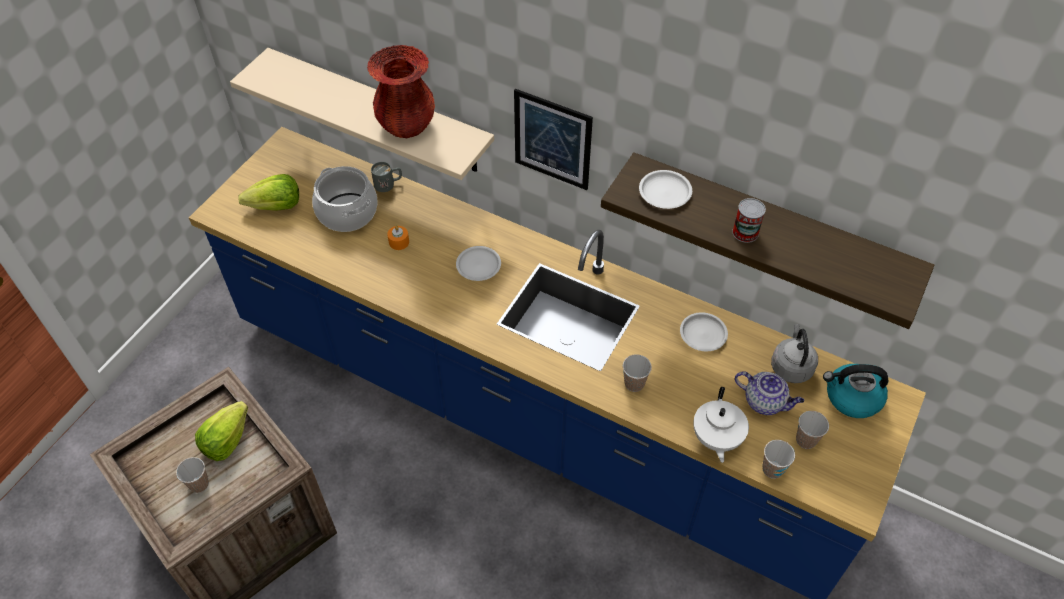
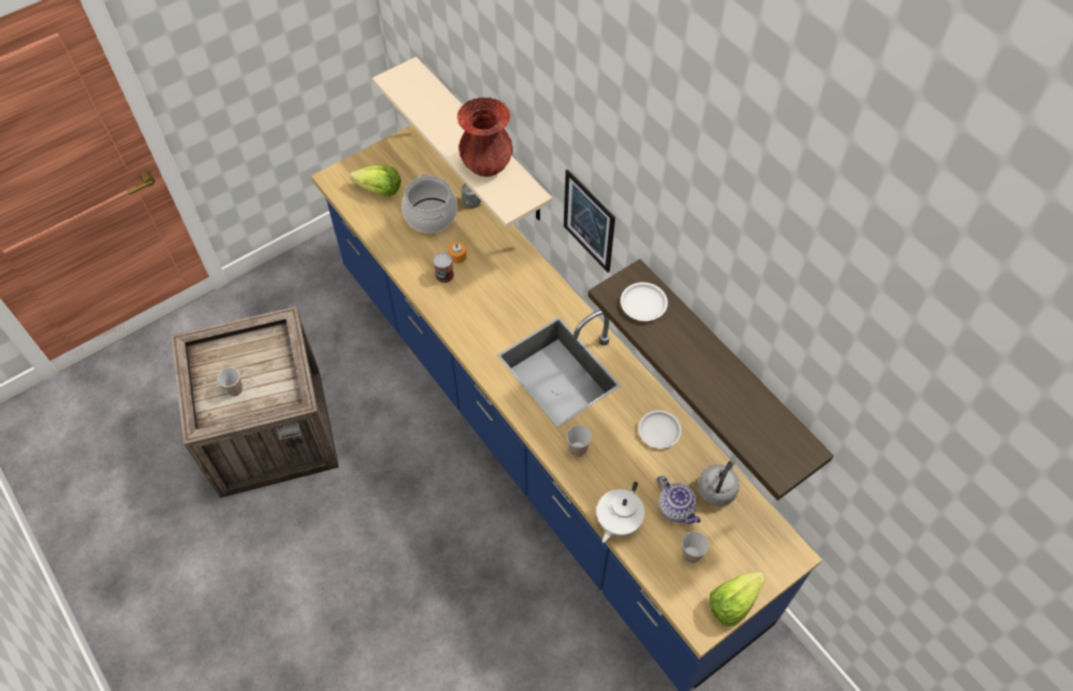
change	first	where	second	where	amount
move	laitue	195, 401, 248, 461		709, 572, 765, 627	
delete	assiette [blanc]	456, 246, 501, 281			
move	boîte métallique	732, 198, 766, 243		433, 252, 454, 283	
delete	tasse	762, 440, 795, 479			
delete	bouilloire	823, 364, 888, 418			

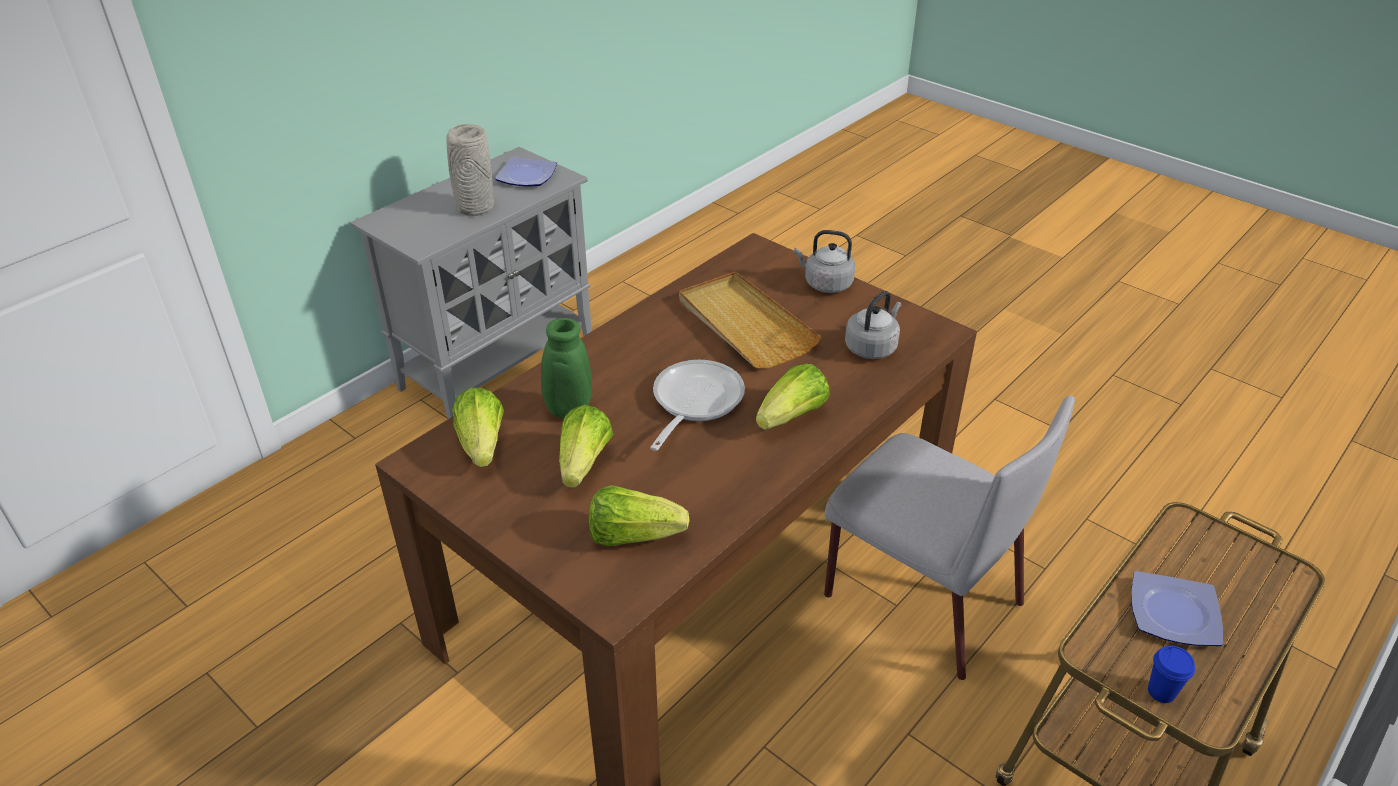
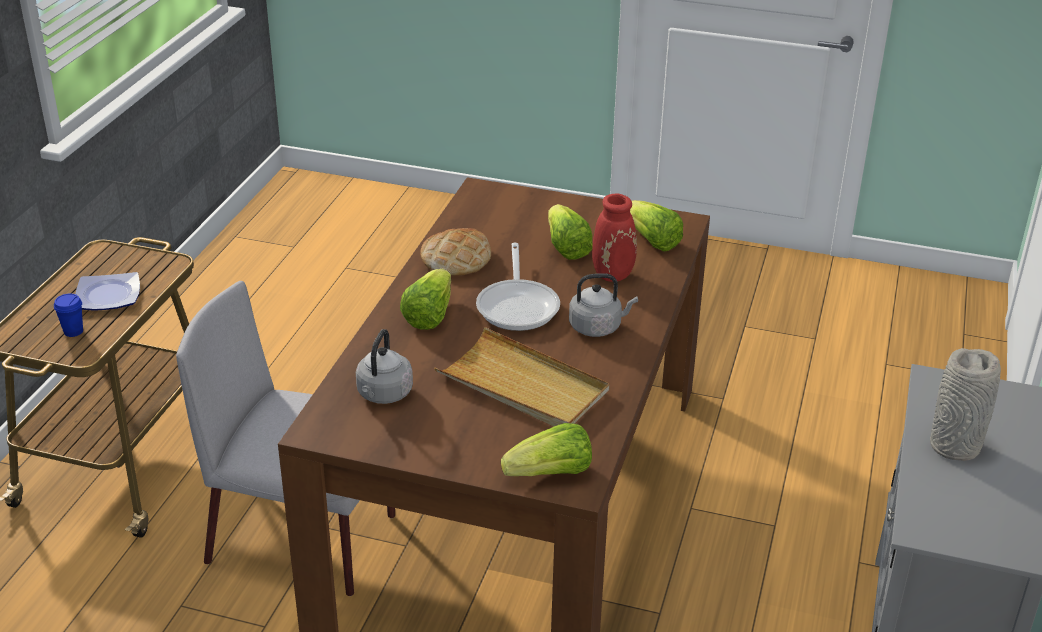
change	first	where	second	where	amount
delete	assiette	495, 157, 557, 187			
recolor	vase [vert]	504, 318, 592, 419	vase [rouge]	592, 193, 637, 282	
move	laitue	589, 485, 690, 547		501, 423, 592, 476	
move	bouilloire [gris]	794, 230, 855, 293		569, 273, 638, 337	
move	tasse [bleu]	1148, 645, 1195, 703		54, 294, 83, 337	
insert			pain	420, 228, 491, 276	

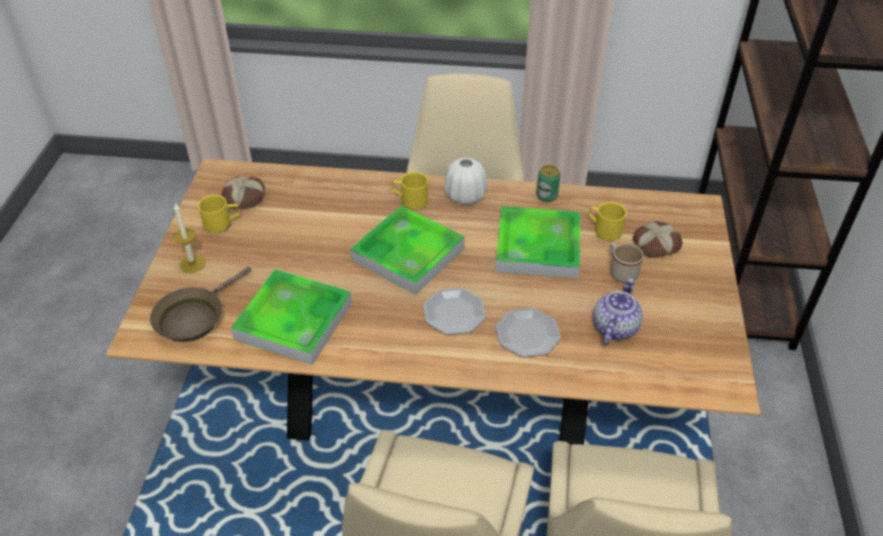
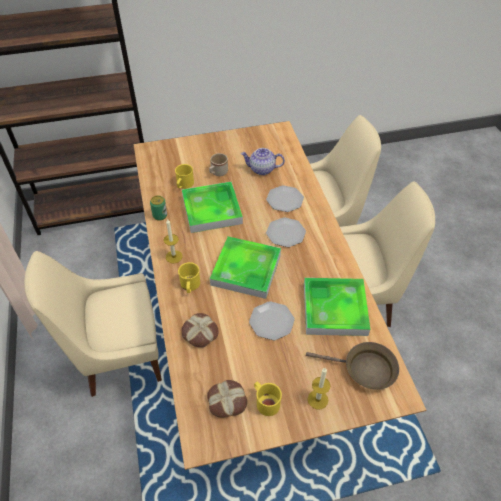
change	first	where	second	where	amount
replace	vase [blanc]	445, 158, 488, 204	bougie	164, 219, 183, 263	
move	pain	633, 221, 682, 258		182, 313, 219, 348	
insert			assiette	249, 301, 295, 340	

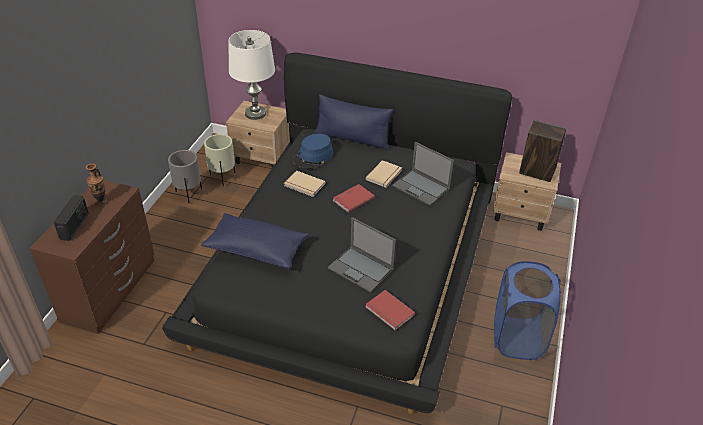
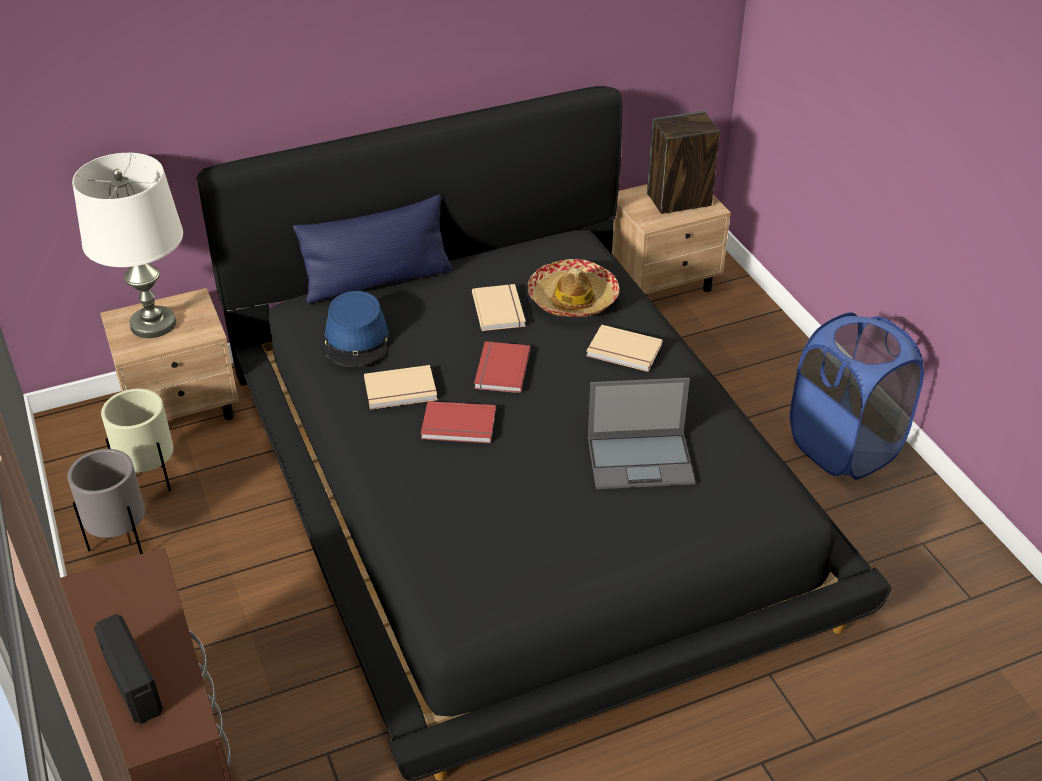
change	first	where	second	where	amount
delete	vase	85, 163, 108, 205			
delete	coussin [bleu]	201, 213, 308, 269			
move	livre [rouge]	365, 290, 415, 330		421, 401, 496, 443	
replace	ordinateur portable	392, 142, 454, 206	chapeau	528, 259, 619, 317	
insert			livre [beige]	586, 325, 663, 372	

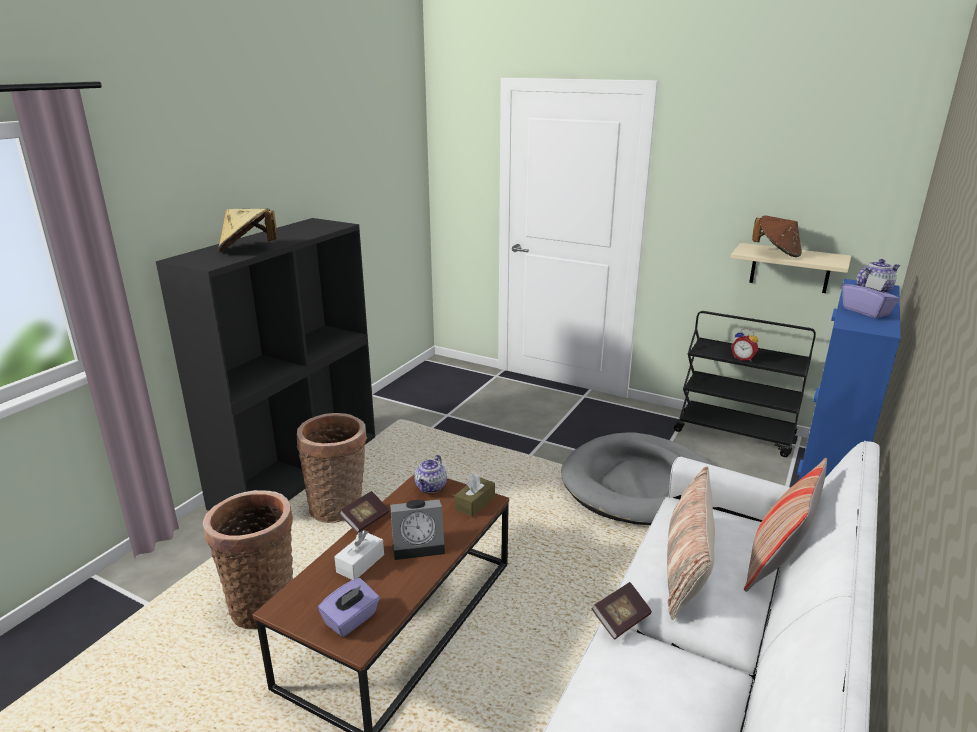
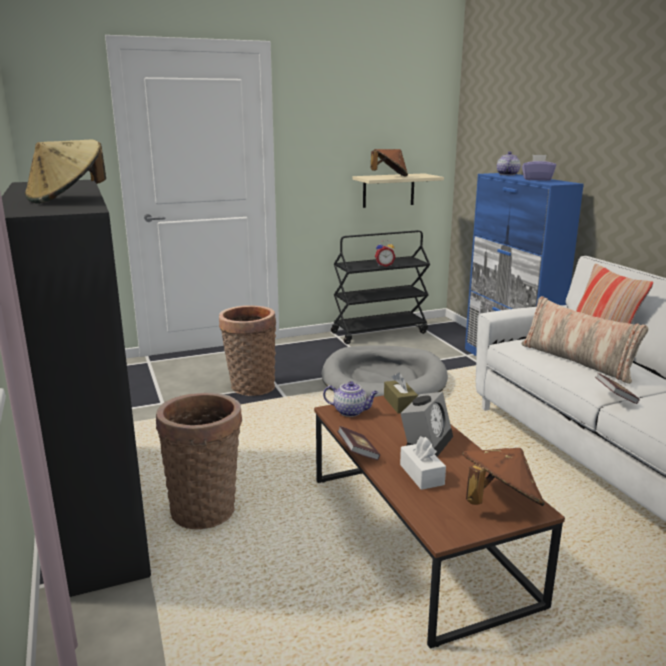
change	first	where	second	where	amount
move	panier	203, 490, 293, 629		219, 305, 276, 396	
replace	boîte à mouchoirs [violet]	318, 578, 380, 637	chapeau [marron]	462, 448, 545, 506	
rotate	théière	414, 455, 447, 493		323, 381, 378, 417	45 degrees counterclockwise

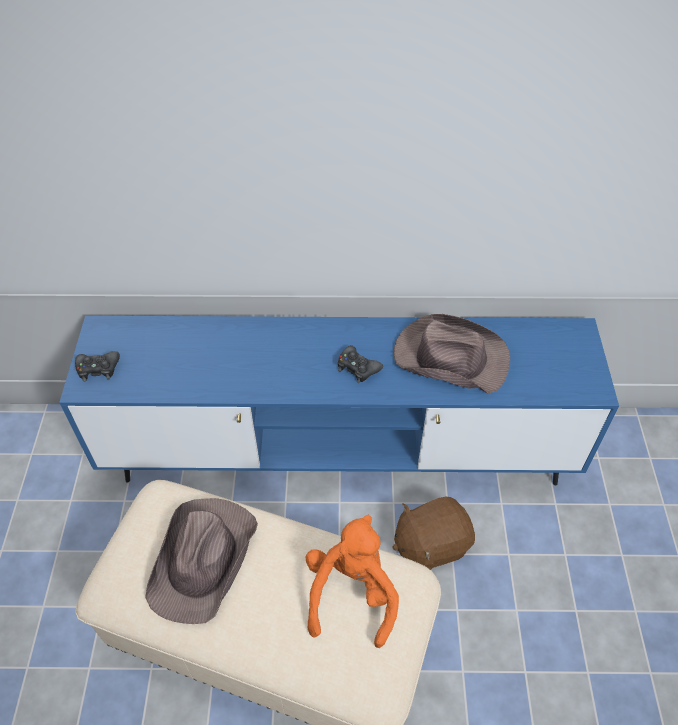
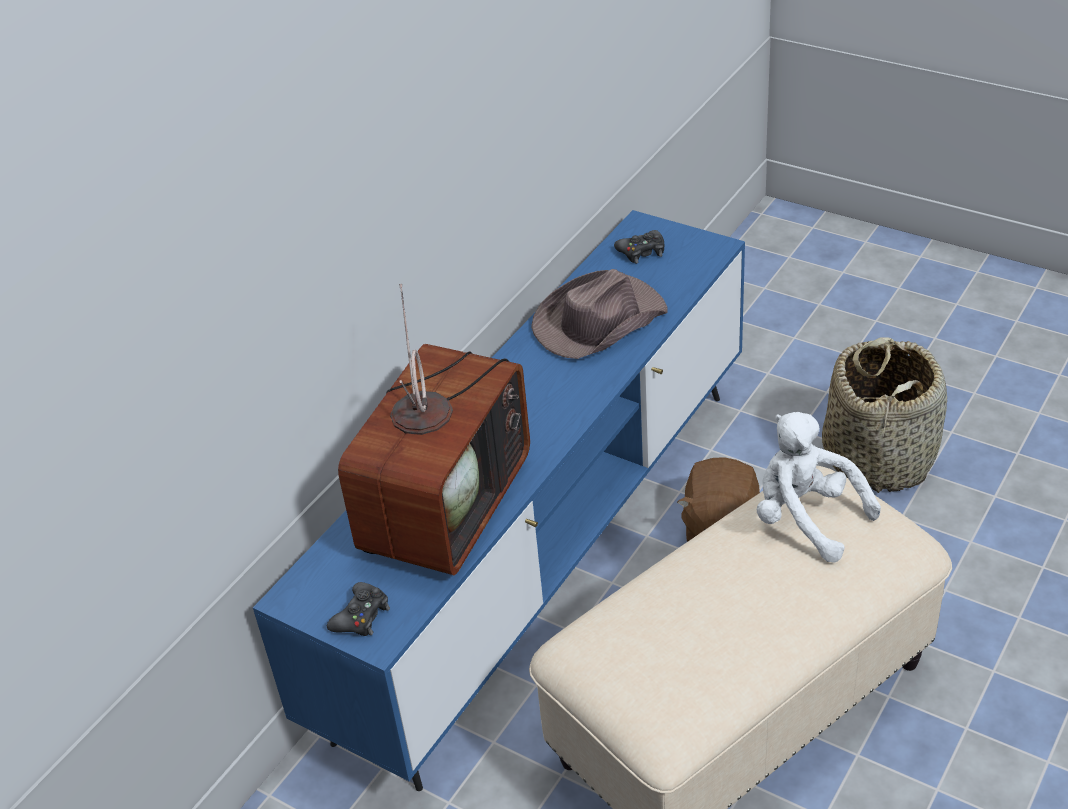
change	first	where	second	where	amount
delete	chapeau [marron]	145, 498, 258, 624			
recolor	peluche [orange]	306, 515, 399, 648	peluche [blanc]	757, 412, 881, 563	
move	manette [noir]	338, 345, 383, 383		614, 230, 664, 264	
insert			téléviseur	338, 284, 530, 575	
insert			panier	822, 337, 947, 493	

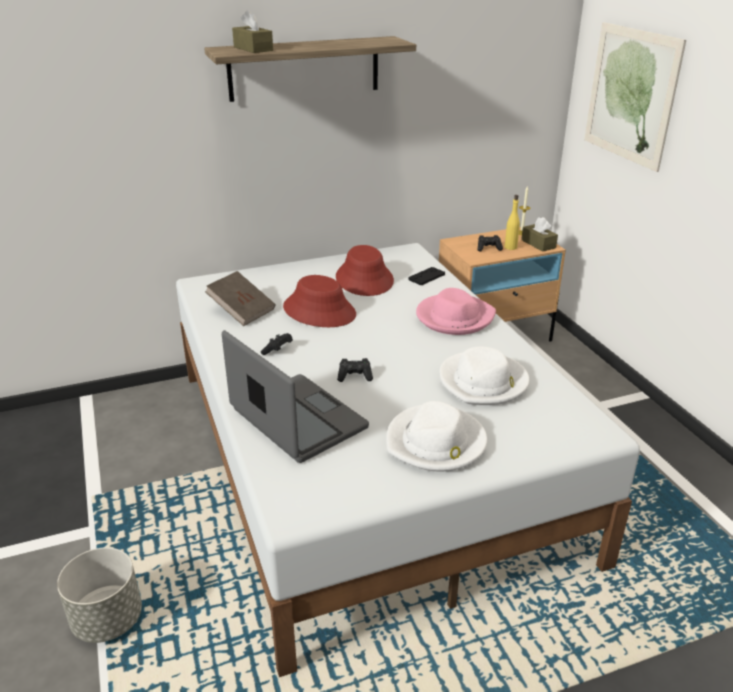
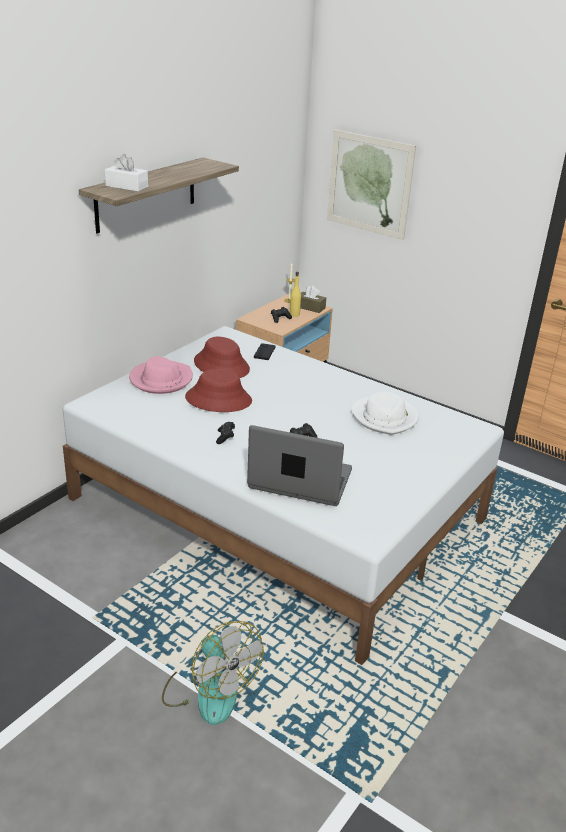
change	first	where	second	where	amount
replace	cache-pot [gris]	57, 548, 142, 643	ventilateur	162, 621, 264, 725	
delete	livre [marron]	205, 271, 275, 326			
recolor	boîte à mouchoirs [marron]	232, 10, 273, 53	boîte à mouchoirs [blanc]	105, 154, 148, 192	
delete	chapeau [blanc]	386, 401, 488, 472			
move	chapeau [rose]	416, 288, 496, 335		129, 356, 193, 394	

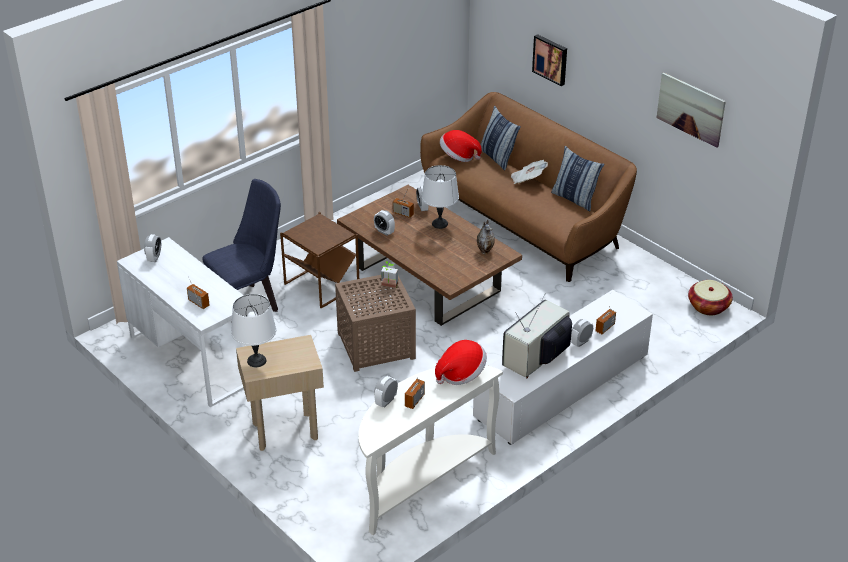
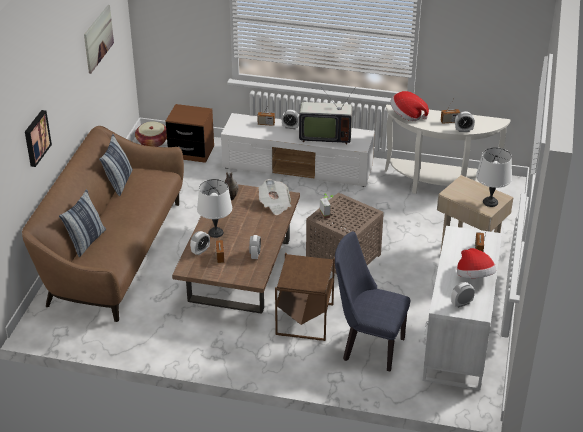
change	first	where	second	where	amount
move	chapeau	440, 130, 482, 162		457, 248, 496, 278	
move	journal	511, 160, 548, 184		258, 179, 291, 215	
insert			table de chevet [marron]	166, 104, 214, 163	

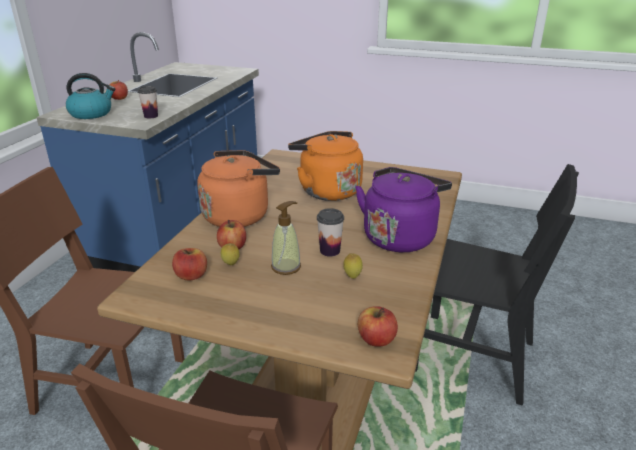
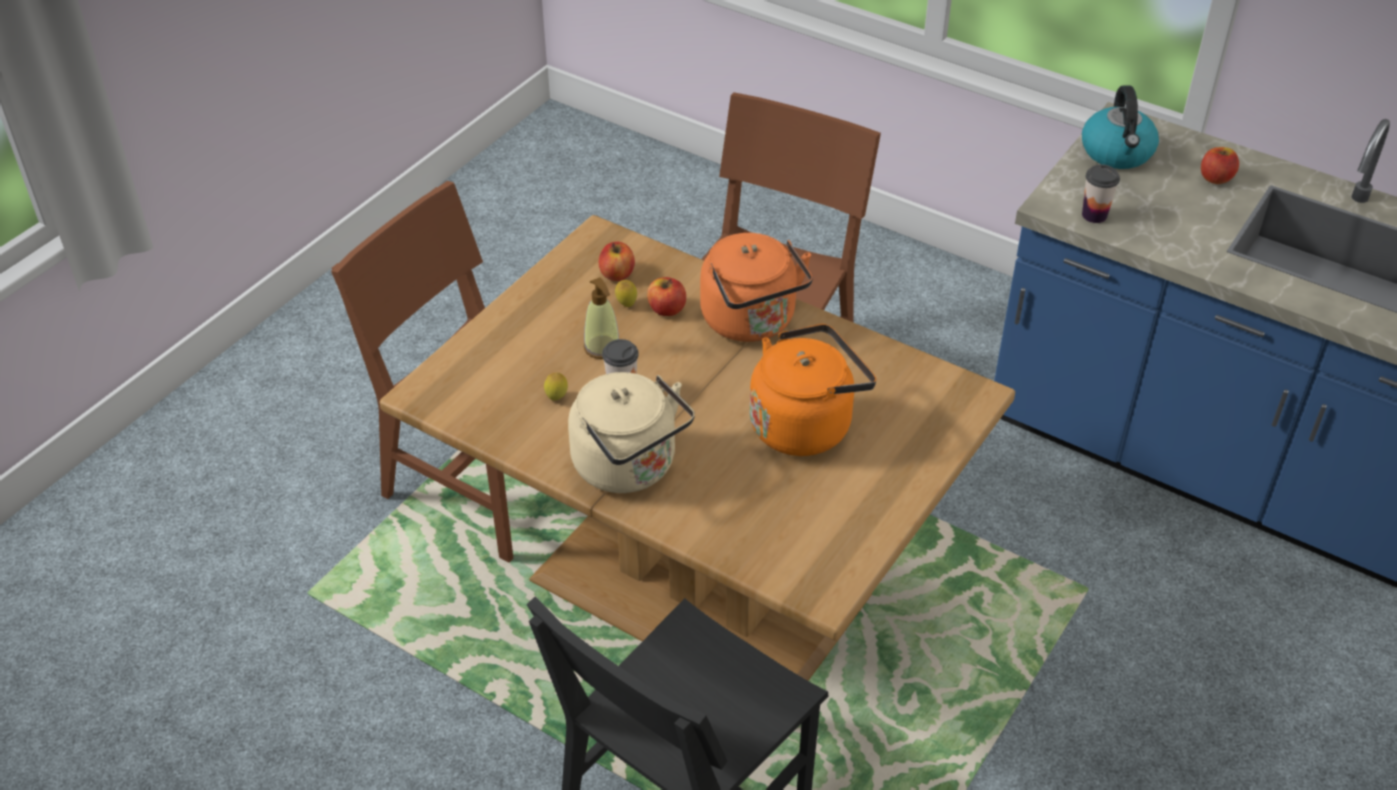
change	first	where	second	where	amount
recolor	bouilloire [violet]	355, 167, 452, 252	bouilloire [beige]	568, 372, 695, 493	
delete	pomme	358, 306, 398, 347			

